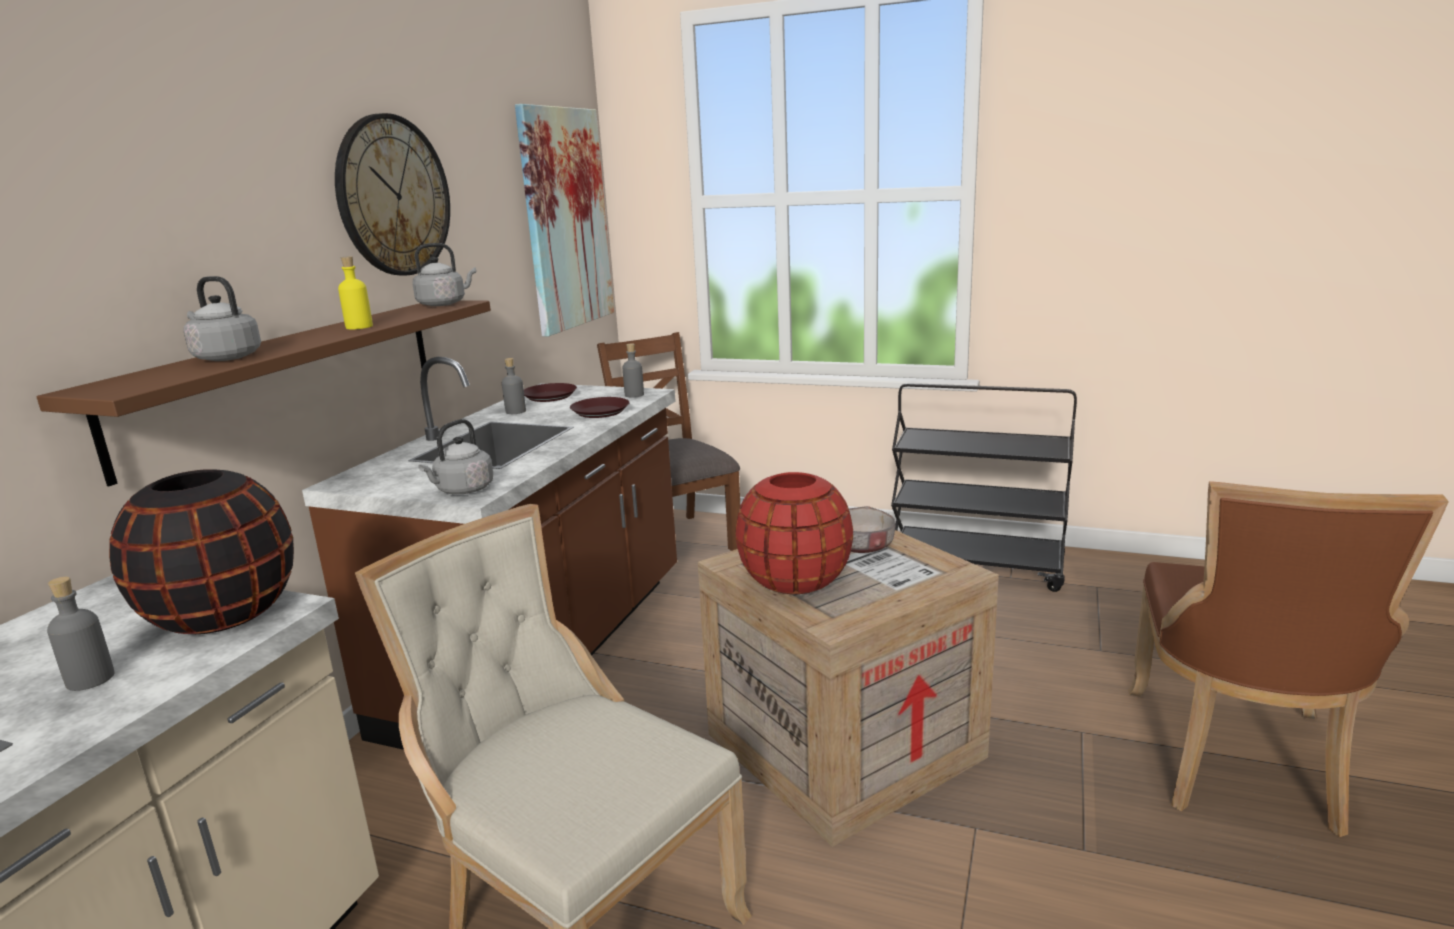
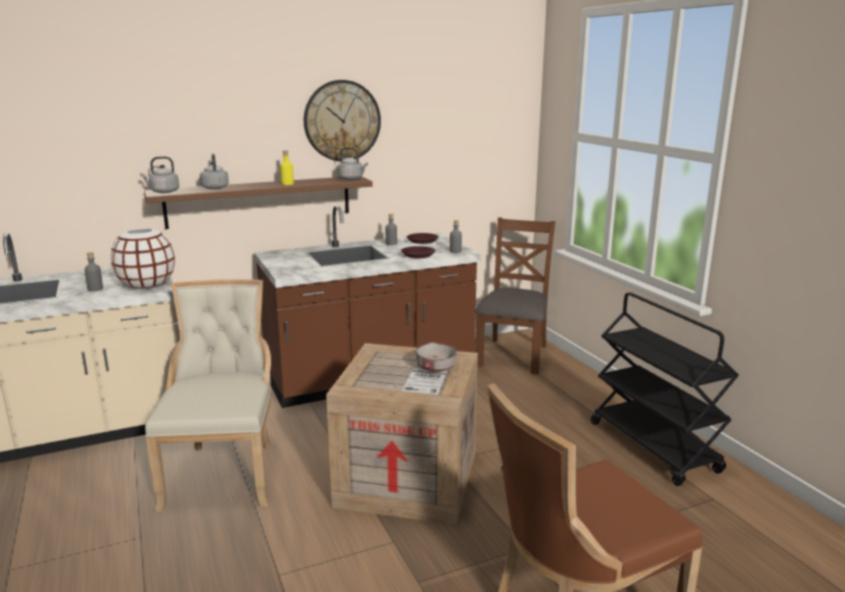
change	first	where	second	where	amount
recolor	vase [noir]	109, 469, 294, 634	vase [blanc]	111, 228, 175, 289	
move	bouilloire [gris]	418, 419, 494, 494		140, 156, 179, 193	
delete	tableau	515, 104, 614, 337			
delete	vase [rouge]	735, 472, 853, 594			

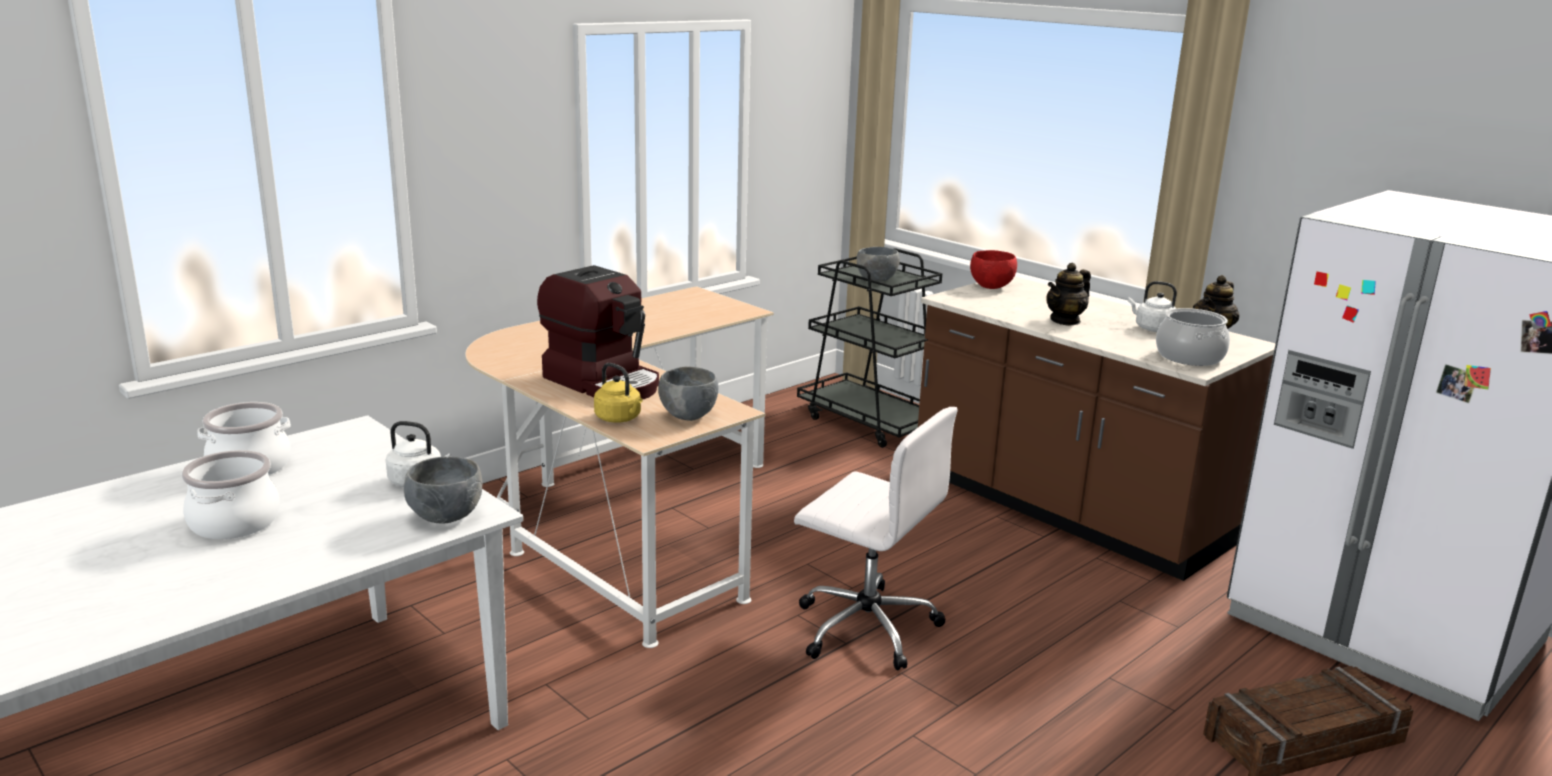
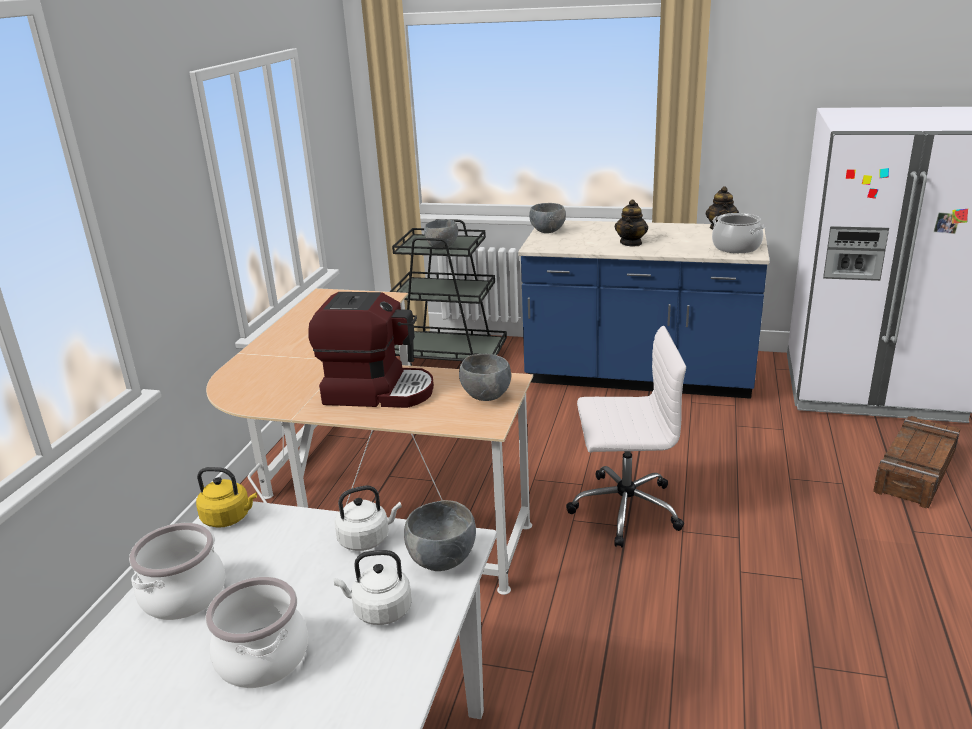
change	first	where	second	where	amount
move	bouilloire [jaune]	594, 363, 643, 423		196, 467, 257, 528	
recolor	comptoir de cuisine [marron]	918, 276, 1276, 581	comptoir de cuisine [bleu]	518, 220, 770, 399	
recolor	bol [rouge]	970, 250, 1017, 289	bol [gris]	529, 203, 566, 233	
move	bouilloire [blanc]	1128, 281, 1177, 332		334, 550, 412, 625	

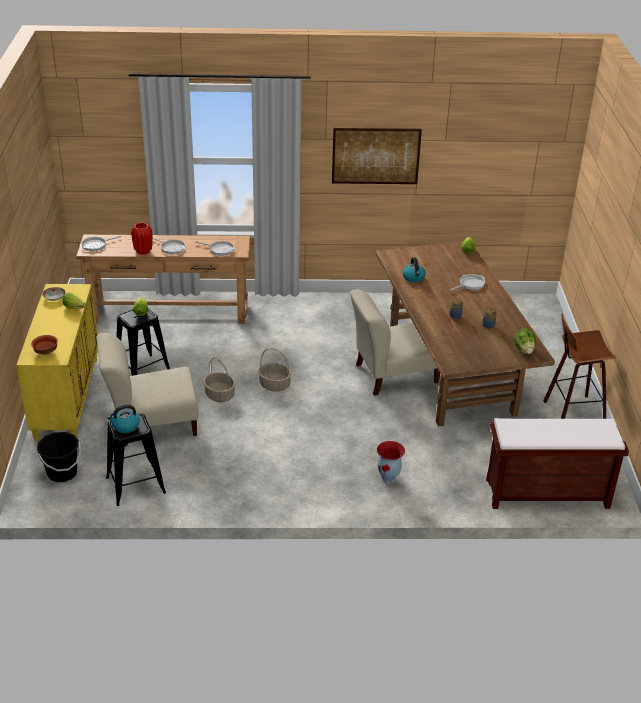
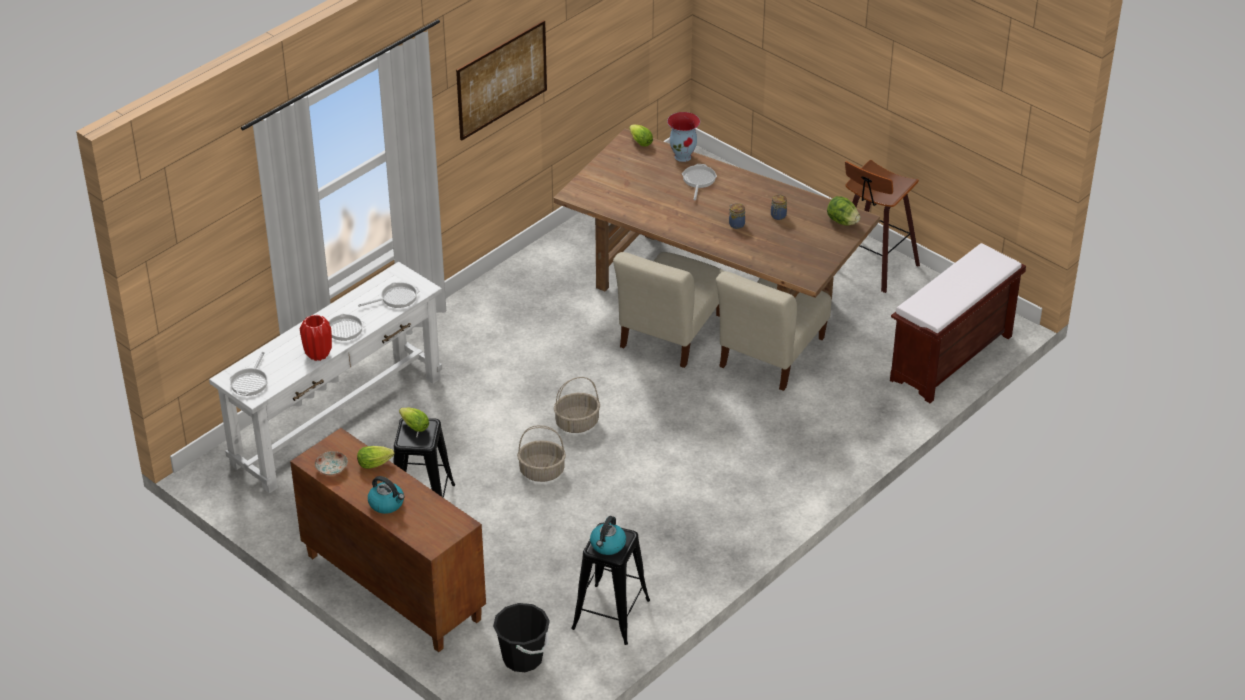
change	first	where	second	where	amount
recolor	meuble de rangement [jaune]	16, 284, 98, 441	meuble de rangement [marron]	290, 428, 486, 652	
delete	bol	31, 335, 58, 355			
recolor	table console [marron]	76, 234, 250, 324	table console [blanc]	209, 262, 442, 494	
move	chaise [beige]	97, 333, 199, 446		716, 271, 831, 391	
move	vase	377, 441, 405, 483		667, 112, 700, 162	
move	bouilloire	403, 257, 426, 282		368, 476, 404, 514	

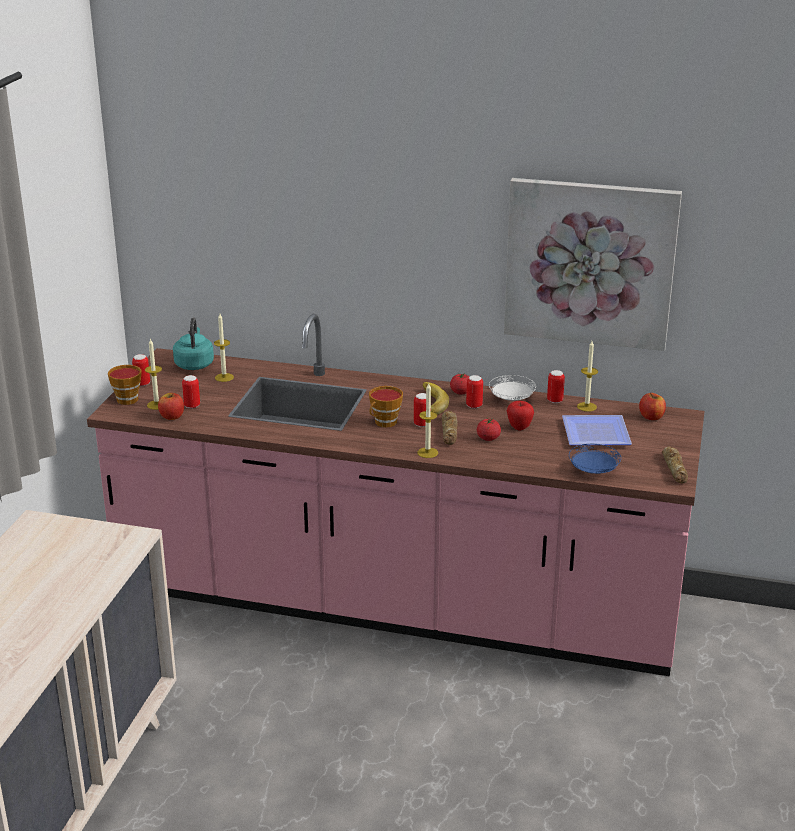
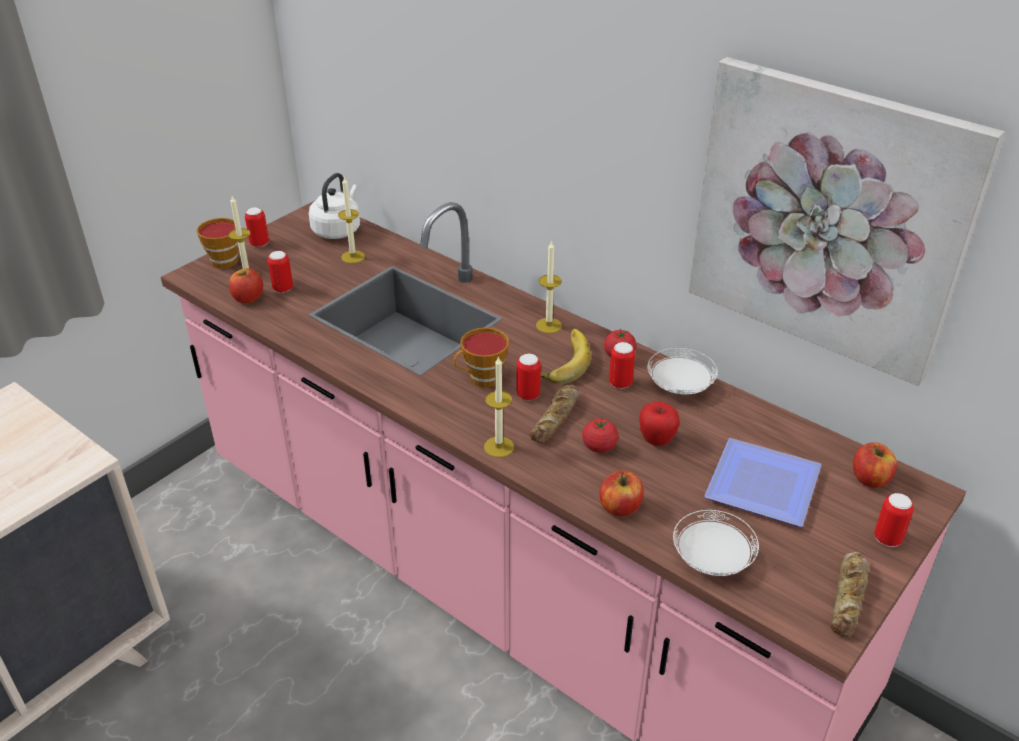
change	first	where	second	where	amount
recolor	bouilloire [turquoise]	173, 317, 214, 370	bouilloire [blanc]	309, 173, 360, 239	
move	boîte métallique	547, 370, 565, 403		874, 493, 914, 547	
recolor	assiette [bleu]	569, 444, 621, 474	assiette [blanc]	673, 510, 759, 576	
move	bougie	577, 341, 598, 412		536, 240, 562, 333	
insert			pomme	599, 470, 643, 516	

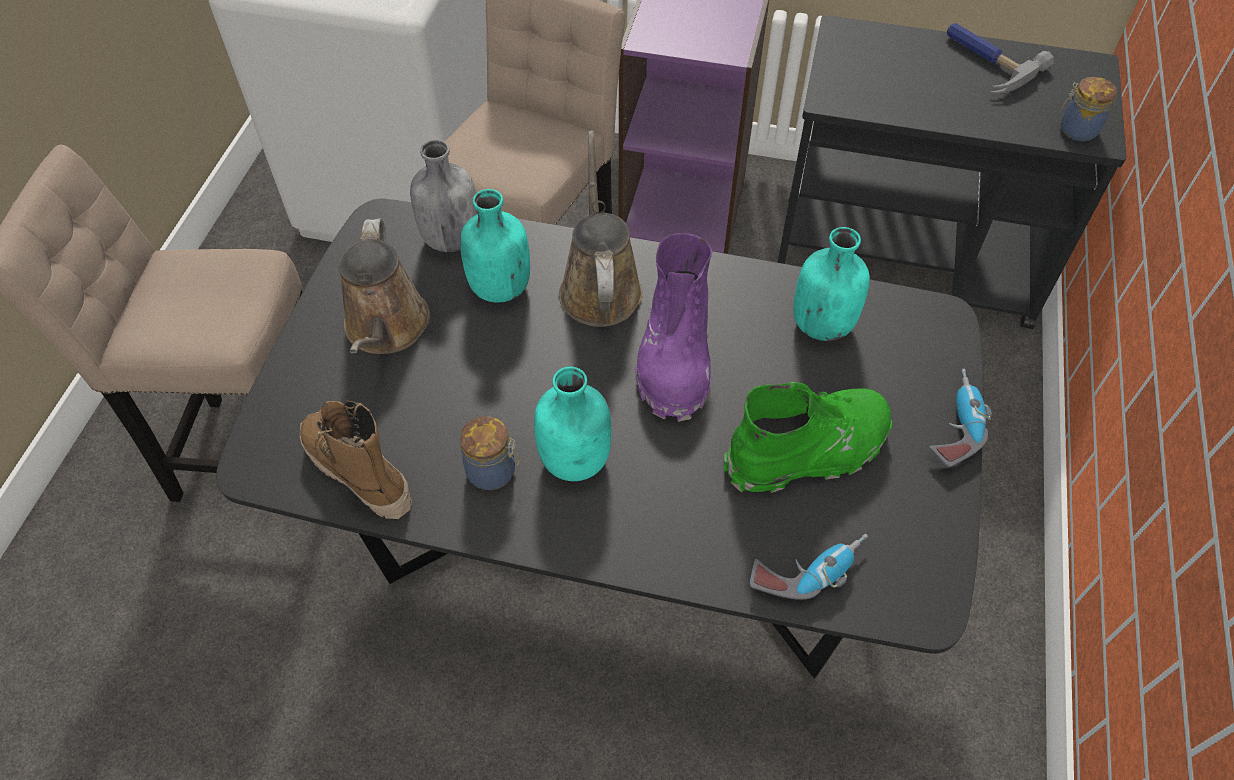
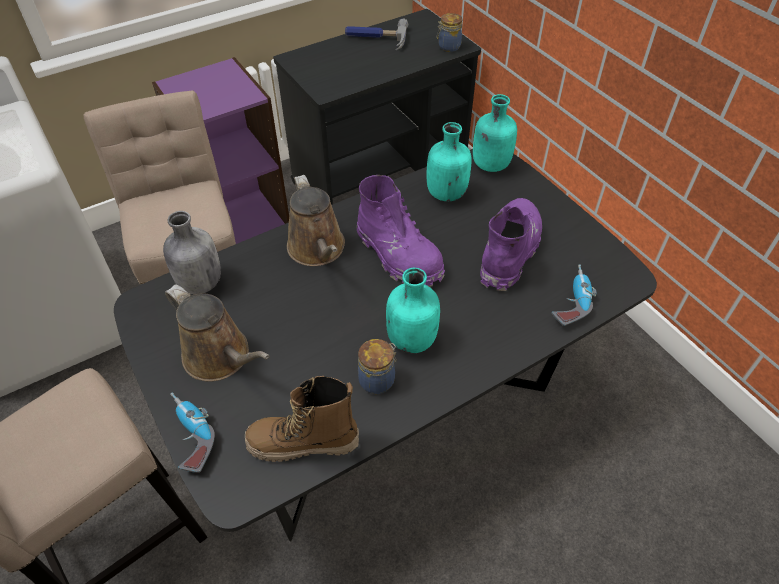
change	first	where	second	where	amount
move	bouteille [turquoise]	460, 189, 530, 303		473, 94, 517, 172	
rotate	arrosoir [marron]	559, 130, 643, 327		287, 175, 345, 266	150 degrees counterclockwise
recolor	botte [vert]	724, 382, 892, 493	botte [violet]	480, 198, 542, 291	
move	perceuse	929, 369, 992, 467		170, 392, 215, 473	

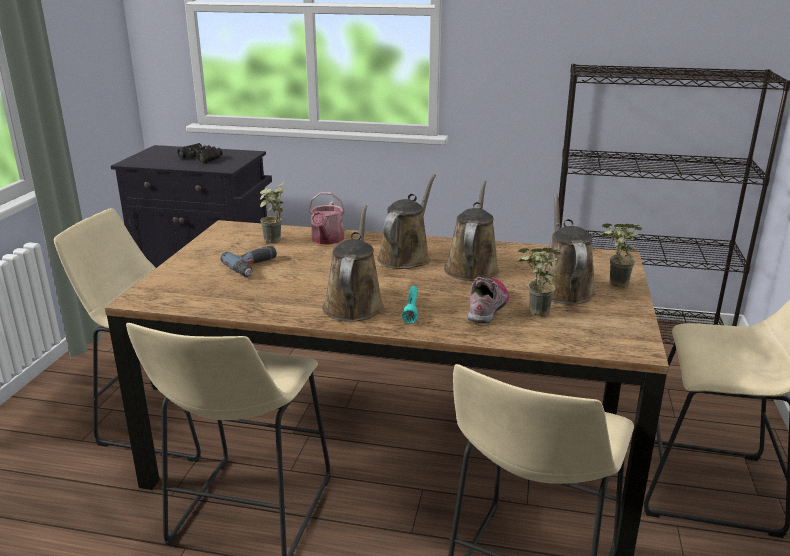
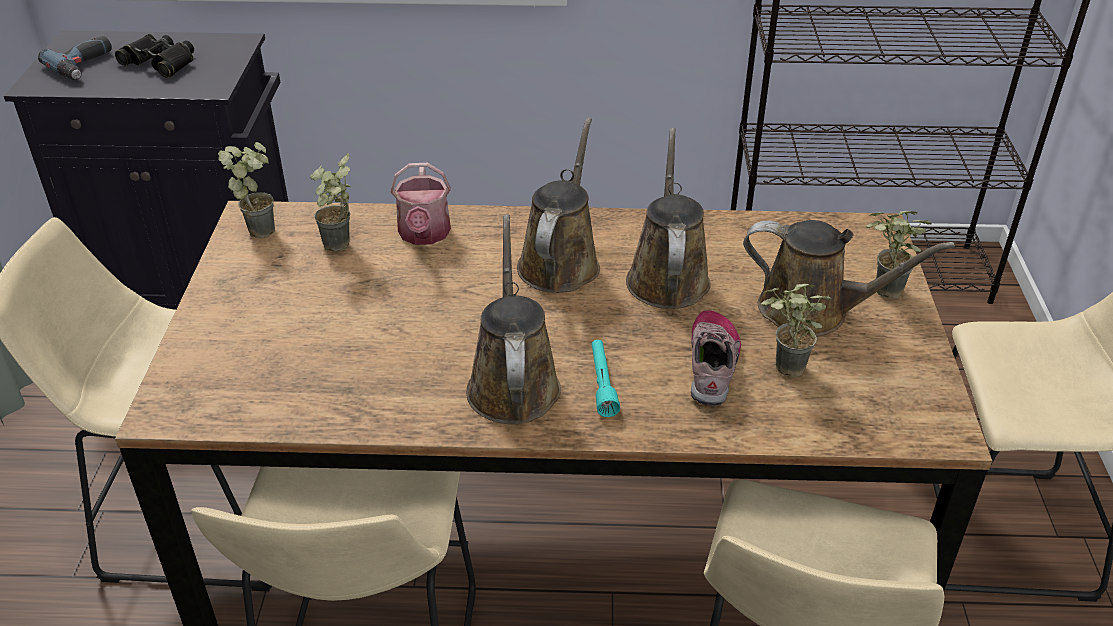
change	first	where	second	where	amount
move	perceuse	220, 246, 277, 277		38, 36, 112, 80	
rotate	arrosoir [marron]	540, 194, 596, 304		743, 220, 955, 337	120 degrees clockwise
insert			plante en pot	218, 142, 275, 238	

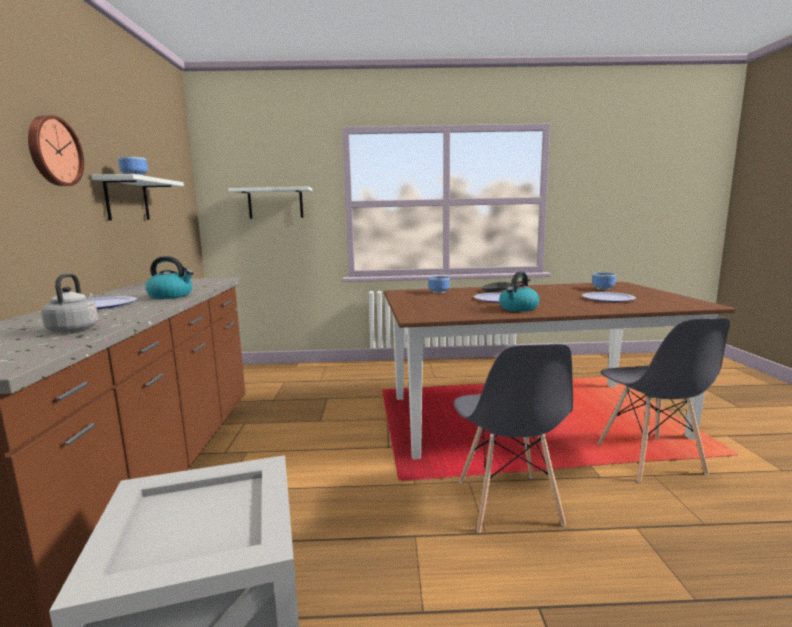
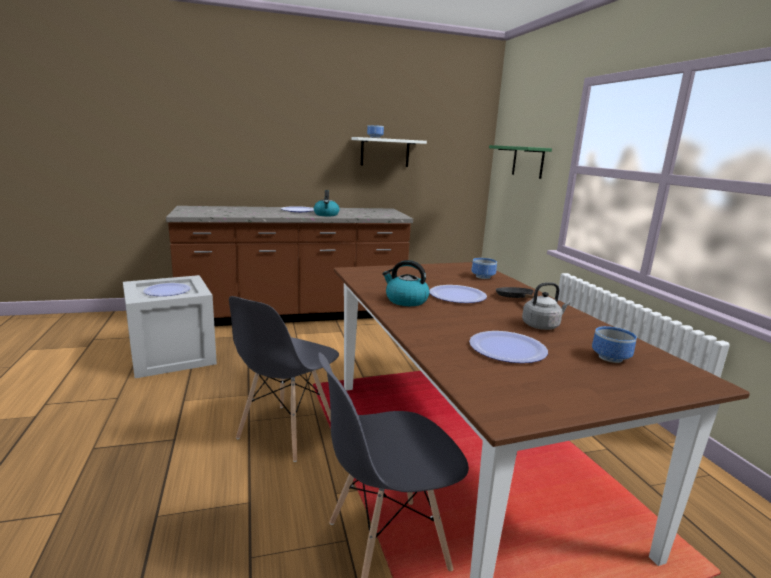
change	first	where	second	where	amount
delete	horloge murale	28, 115, 84, 186			
move	bouilloire [gris]	41, 273, 98, 333		522, 282, 571, 330	
recolor	étagère [blanc]	228, 187, 312, 219	étagère [vert]	489, 145, 552, 179	
rotate	chaise [gris]	454, 344, 573, 533		229, 296, 339, 462	45 degrees counterclockwise
insert			assiette	143, 283, 191, 296	

